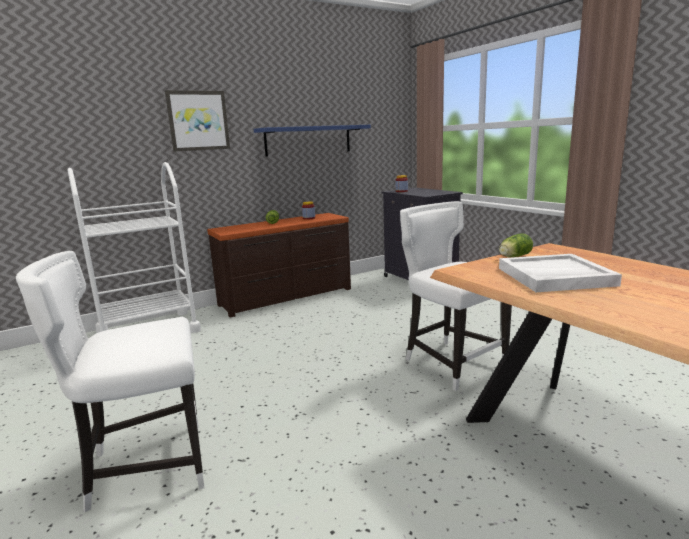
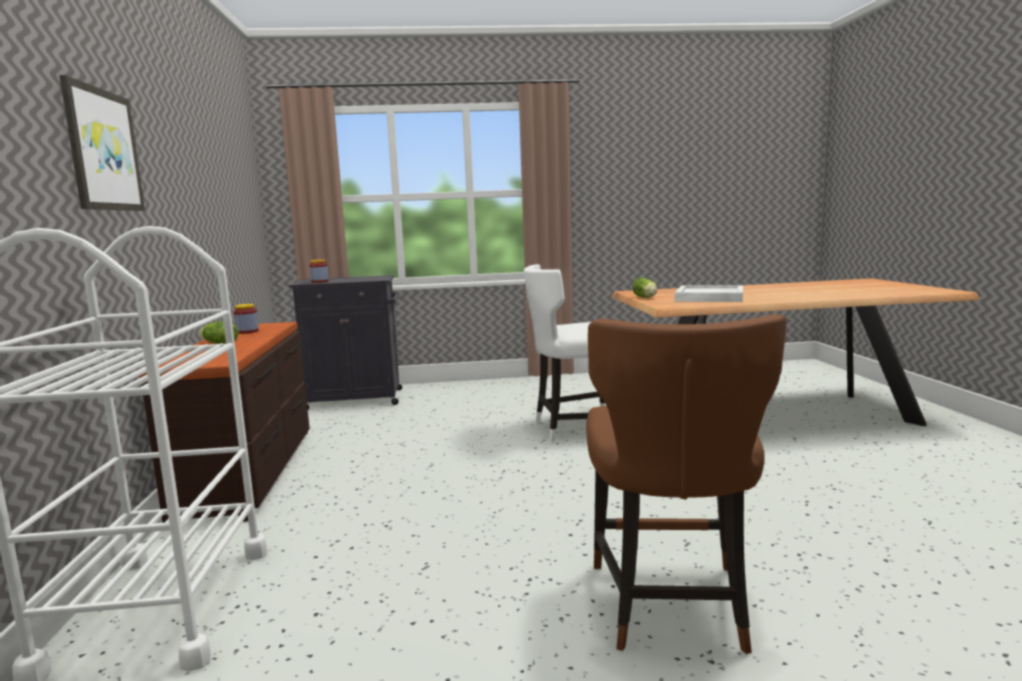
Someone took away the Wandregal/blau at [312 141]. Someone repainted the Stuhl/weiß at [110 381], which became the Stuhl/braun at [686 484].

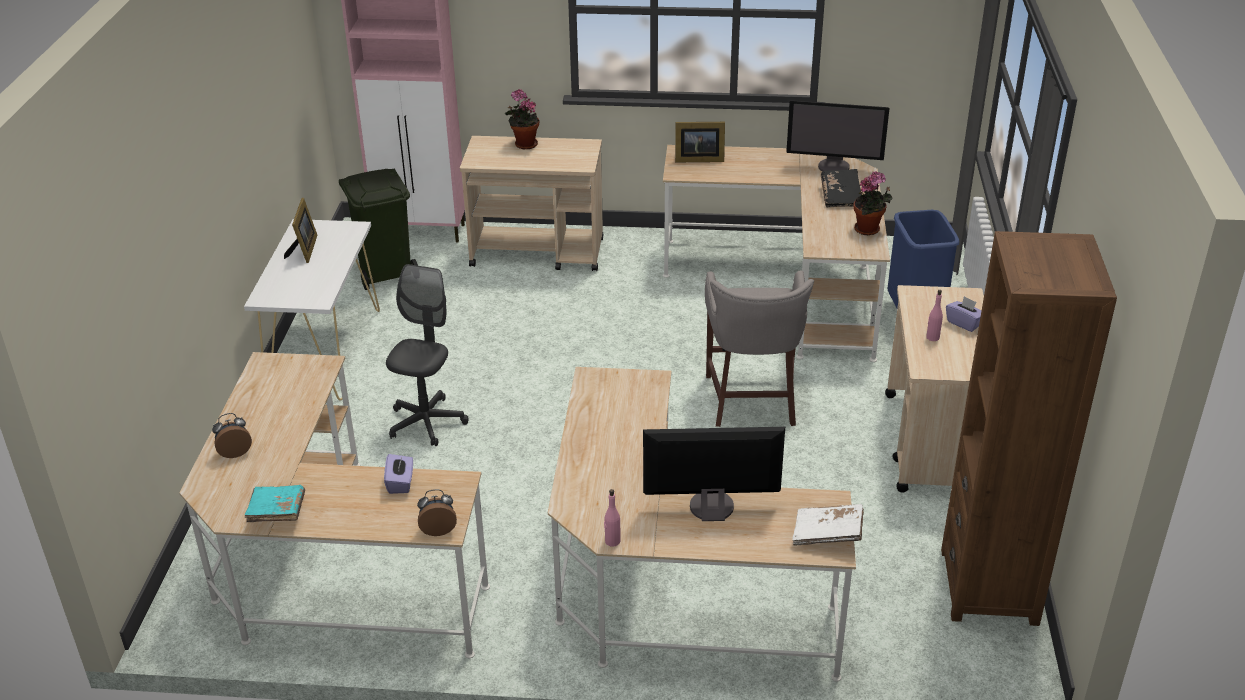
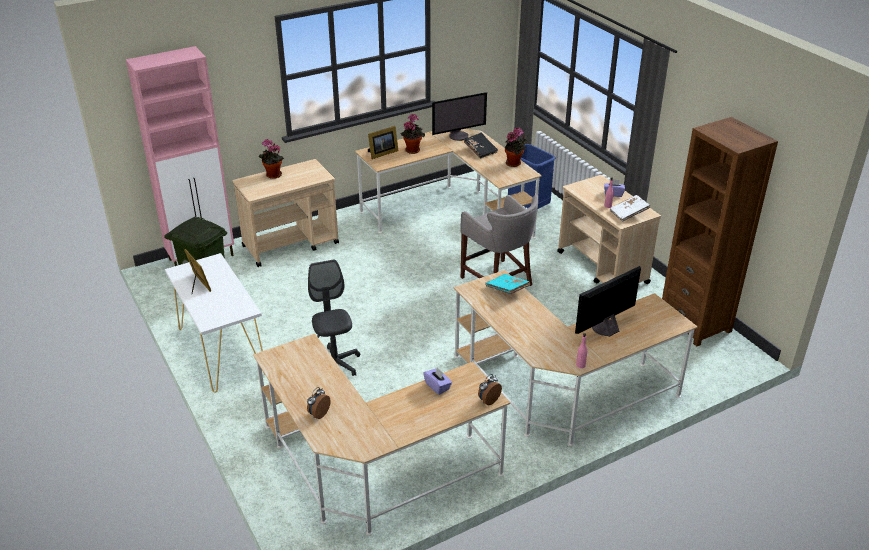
Someone carried the Buch/türkis from [275 503] to [507 284]. Someone carried the Buch/weiß from [828 525] to [630 208]. Someone put down the Topfpflanze at [413 134].

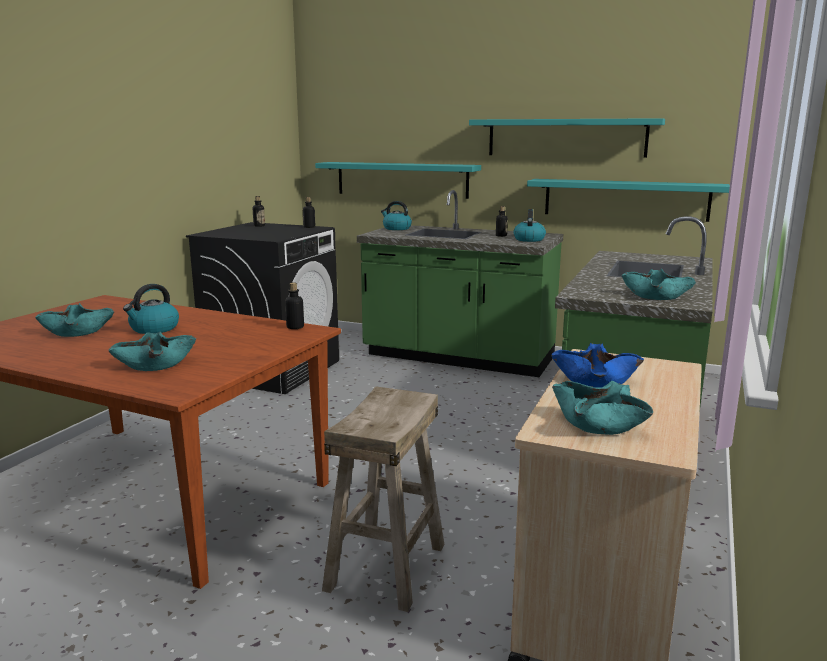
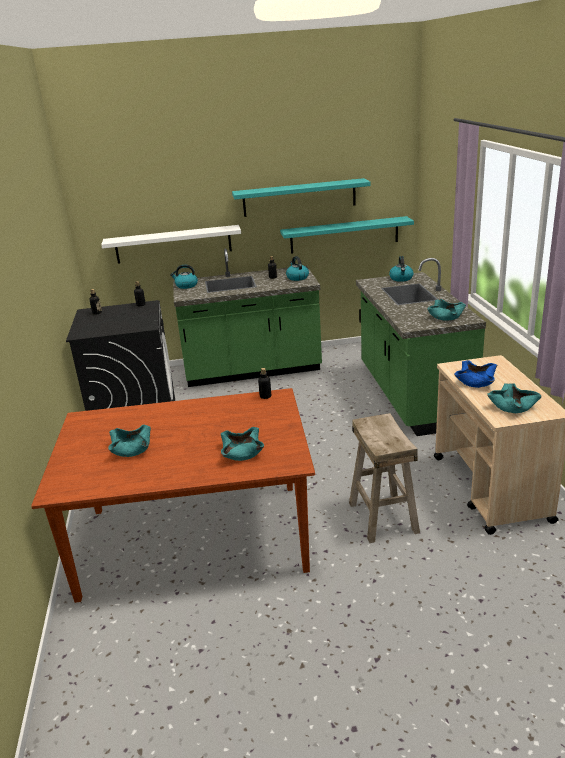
Someone repainted the Wandregal/türkis at [398 180], which became the Wandregal/weiß at [171 244]. Someone carried the Wasserkessel from [151 309] to [401 269].

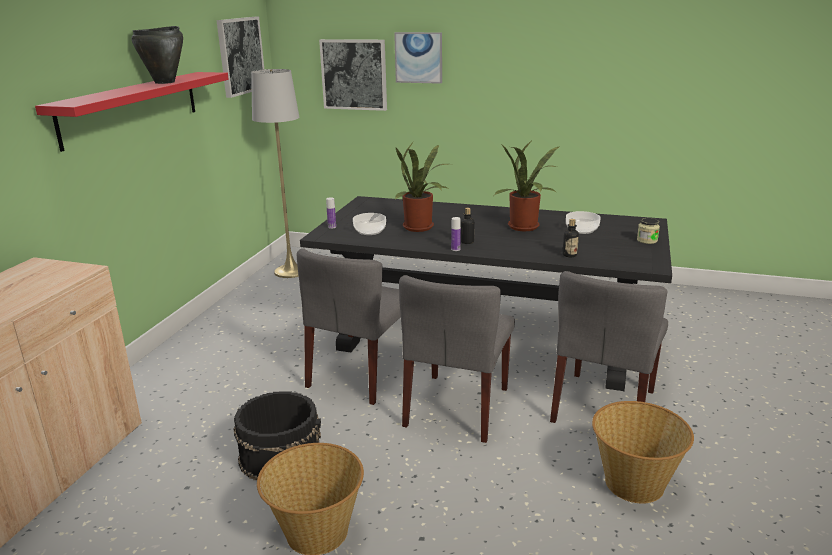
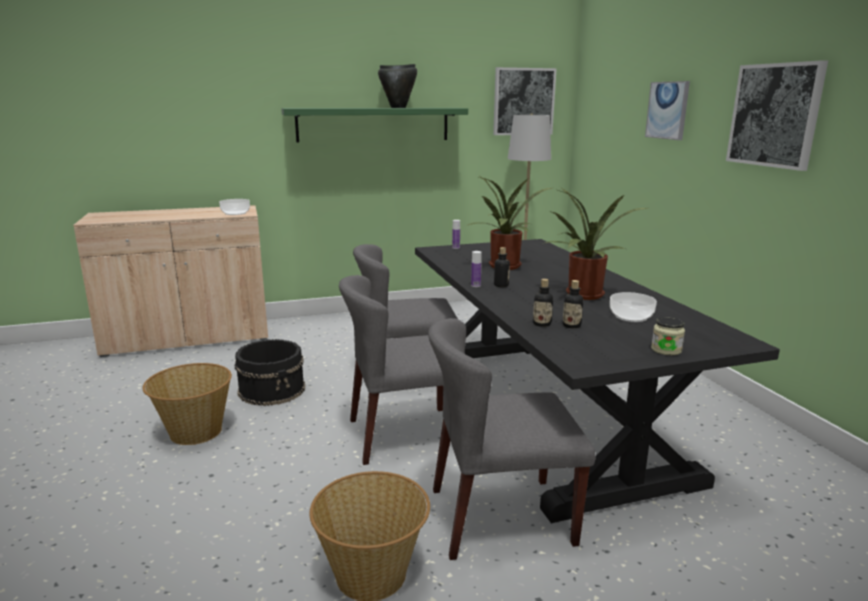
Someone carried the Bild from [353 75] to [777 115]. Someone repainted the Wandregal/rot at [132 112], which became the Wandregal/grün at [374 125]. Someone carried the Schüssel from [369 224] to [234 207]. Someone put down the Flasche at [573 304].

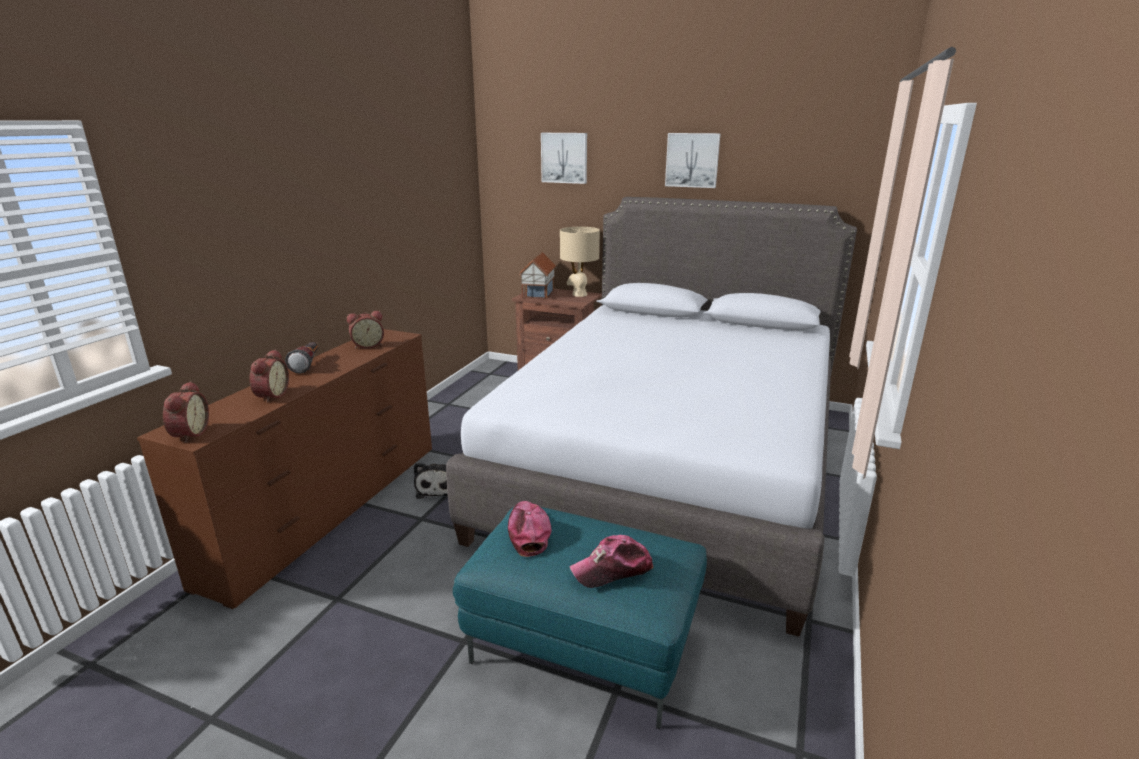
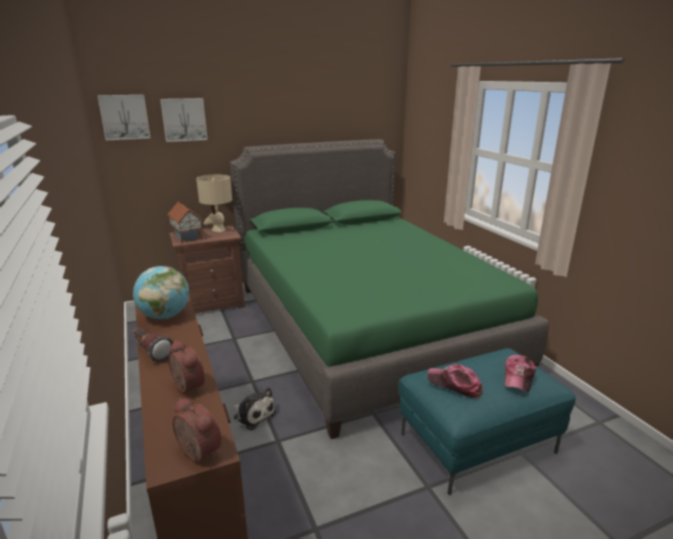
Someone carried the Bild from [693 160] to [124 117]. Someone repainted the Bett/grau at [651 417], which became the Bett/grün at [389 289]. Someone swapped the Wecker at [365 330] for the Globus at [161 292].

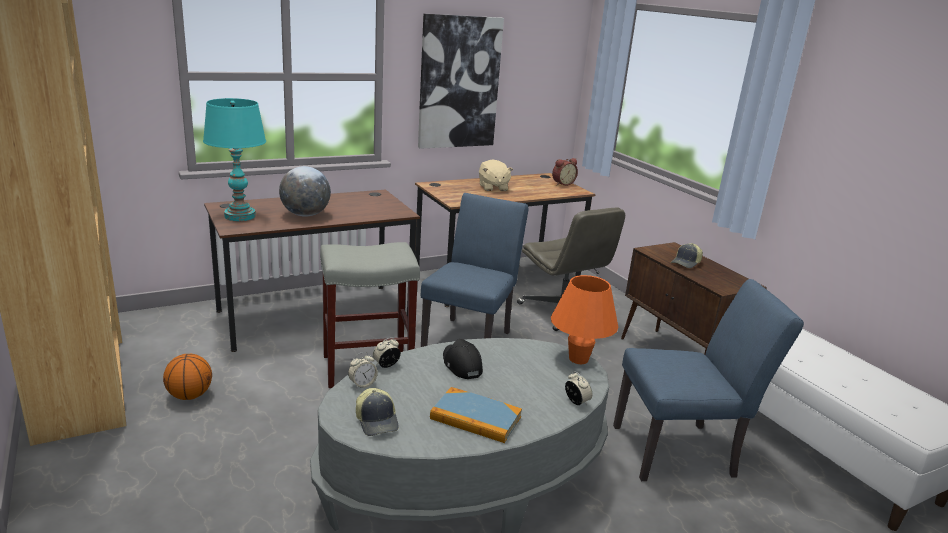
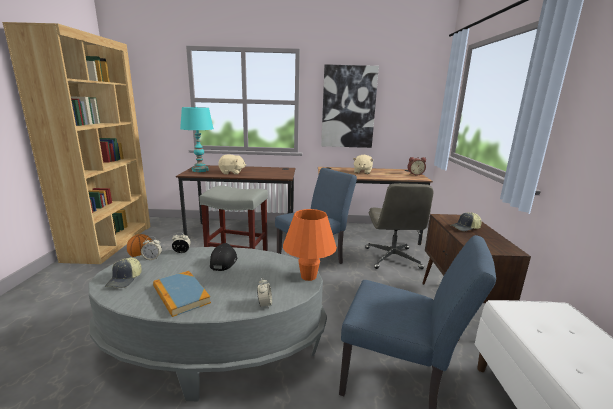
Someone swapped the Globus at [305 191] for the Plüschtier/beige at [232 164].

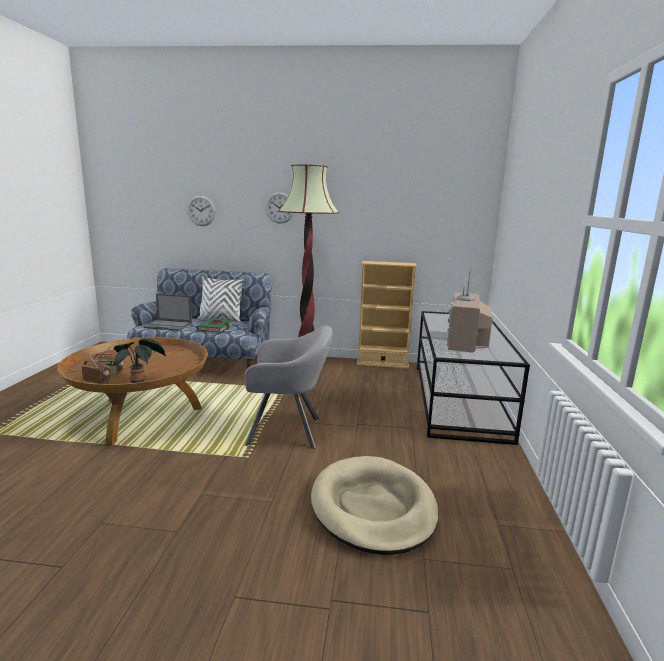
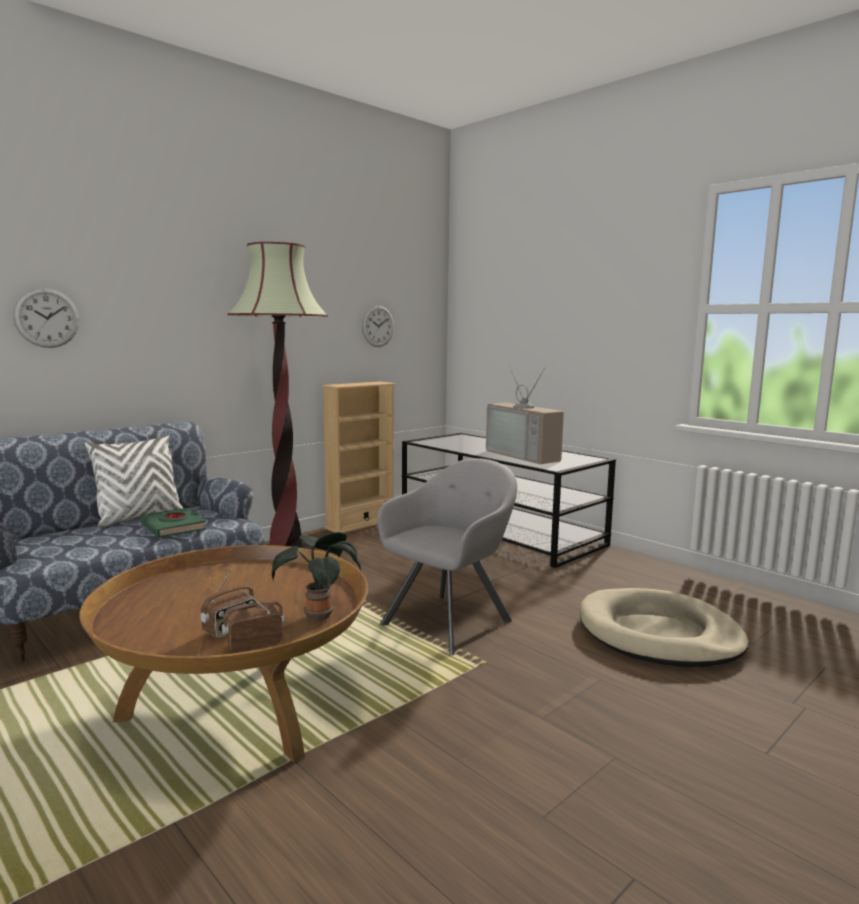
Someone carried the Wanduhr from [279 208] to [378 326]. Someone took away the Laptop at [168 312].

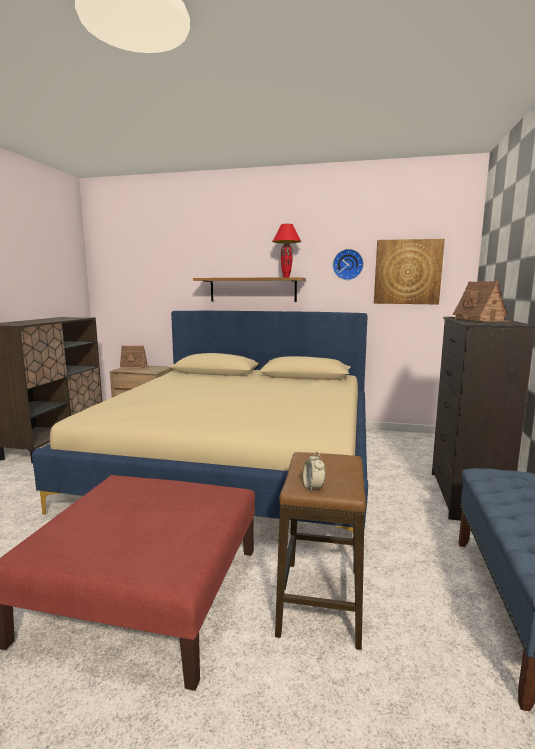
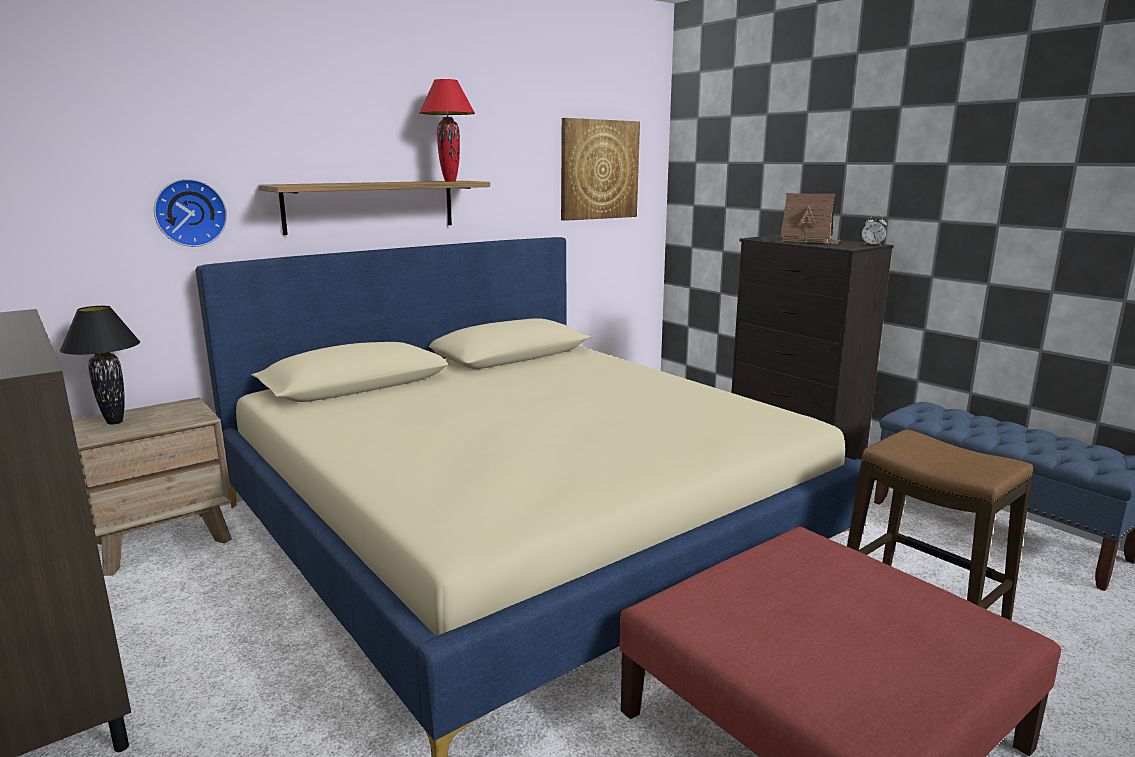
Someone carried the Wanduhr from [348 264] to [190 213]. Someone swapped the Spielzeughaus at [135 358] for the Tischlampe/schwarz at [100 365]. Someone carried the Wecker from [314 472] to [874 230].

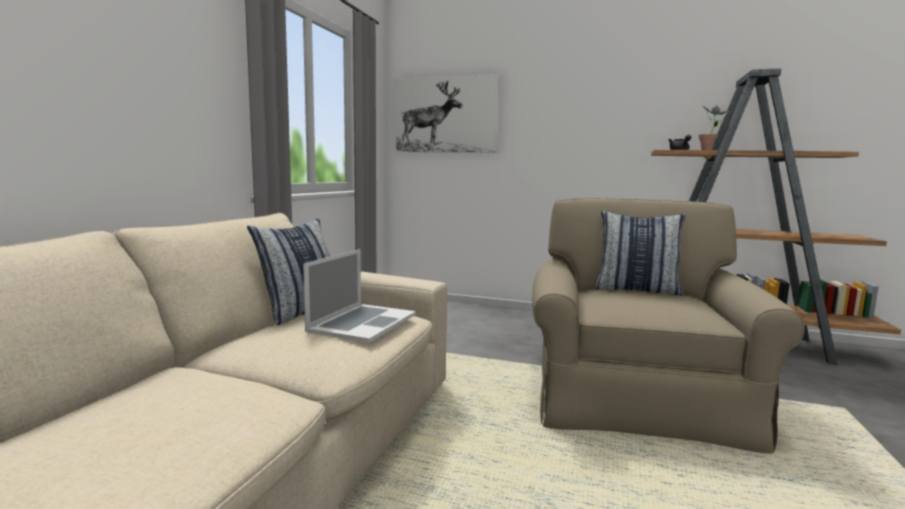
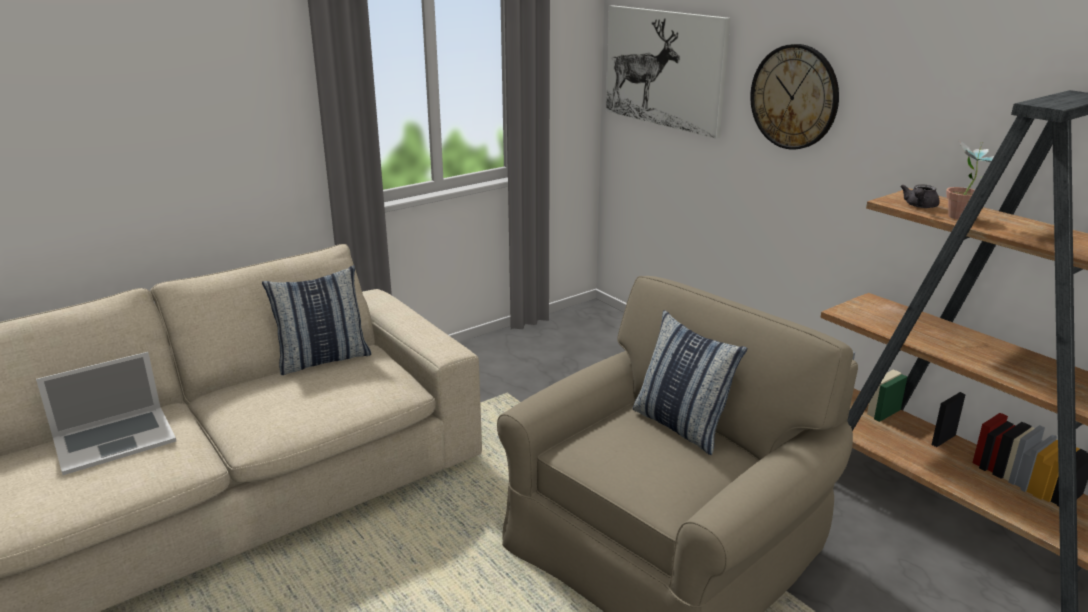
Someone carried the Laptop from [359 296] to [106 413]. Someone put up the Wanduhr at [794 97].

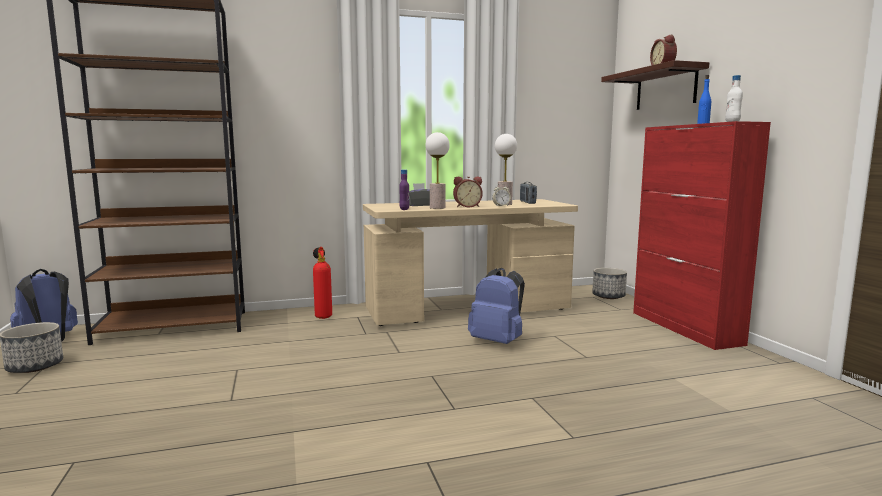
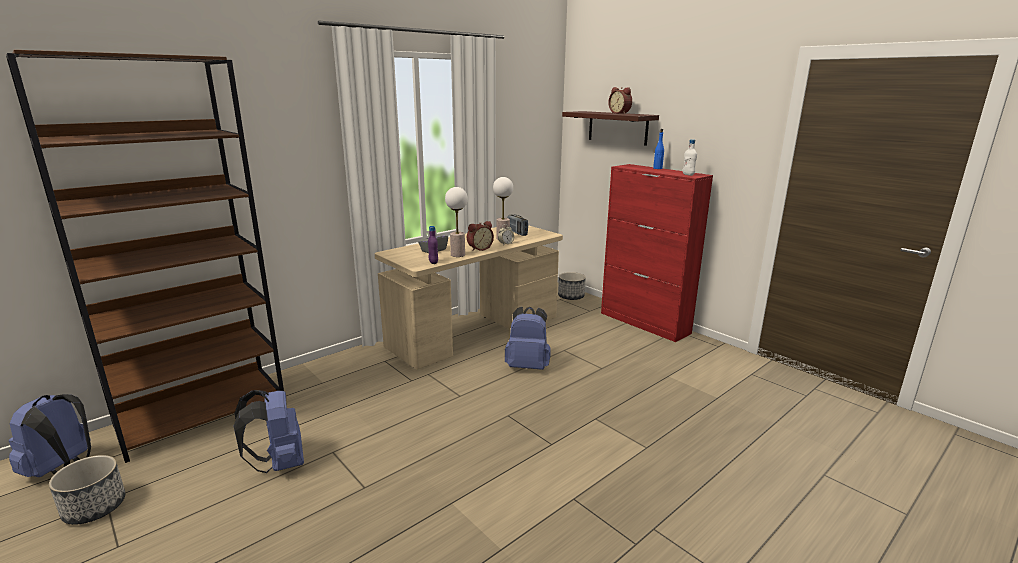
Someone took away the Feuerlöscher at [322 283]. Someone put down the Rucksack/blau at [268 431].

